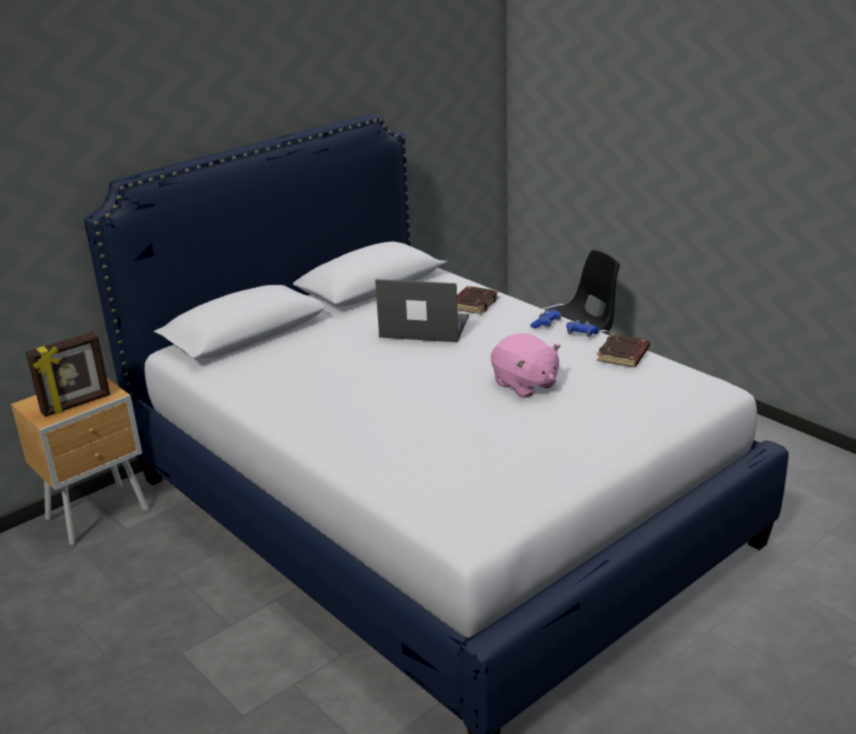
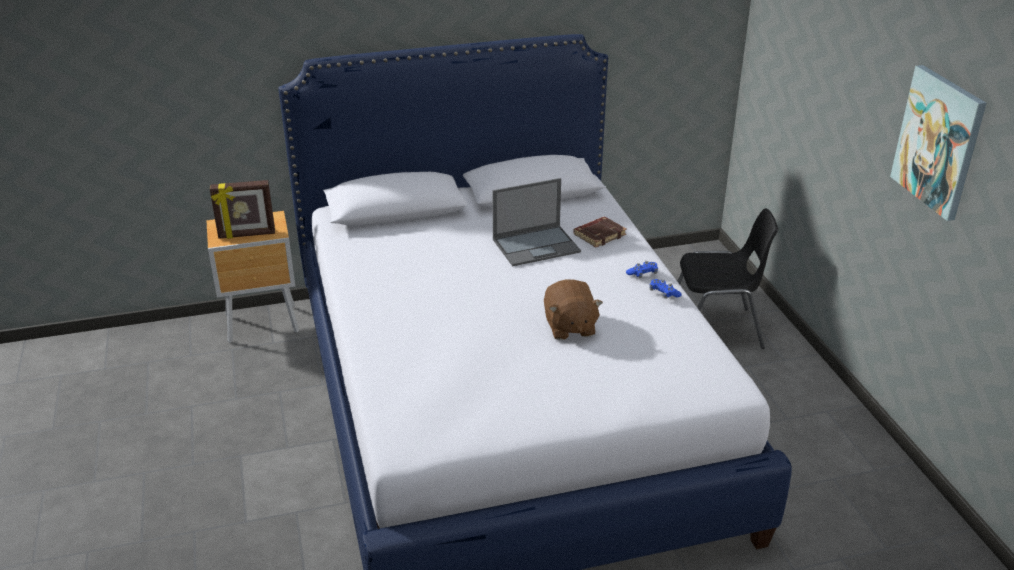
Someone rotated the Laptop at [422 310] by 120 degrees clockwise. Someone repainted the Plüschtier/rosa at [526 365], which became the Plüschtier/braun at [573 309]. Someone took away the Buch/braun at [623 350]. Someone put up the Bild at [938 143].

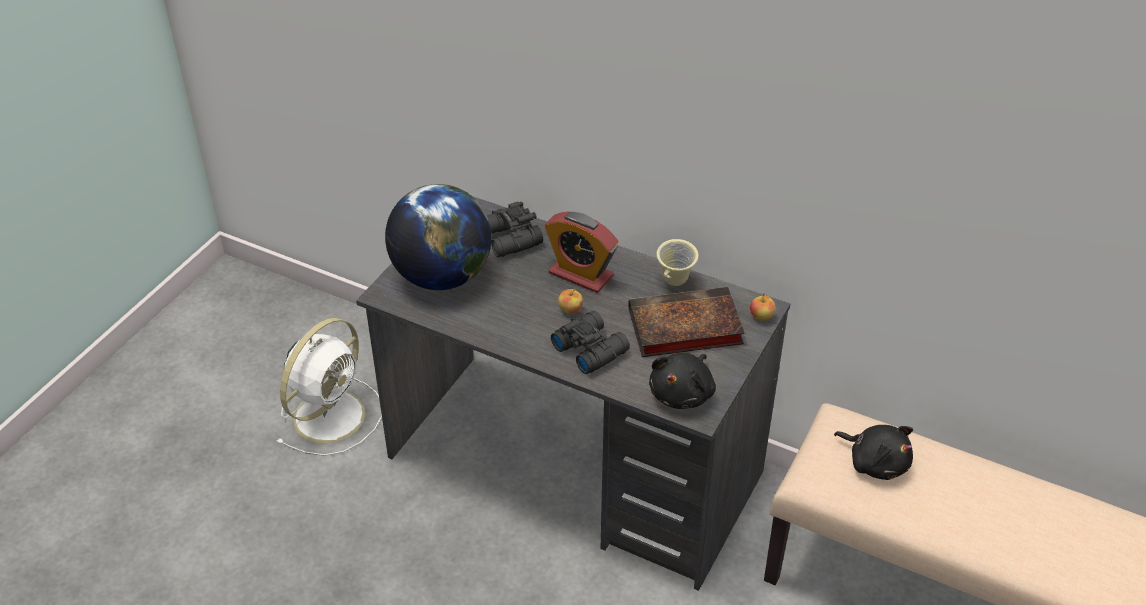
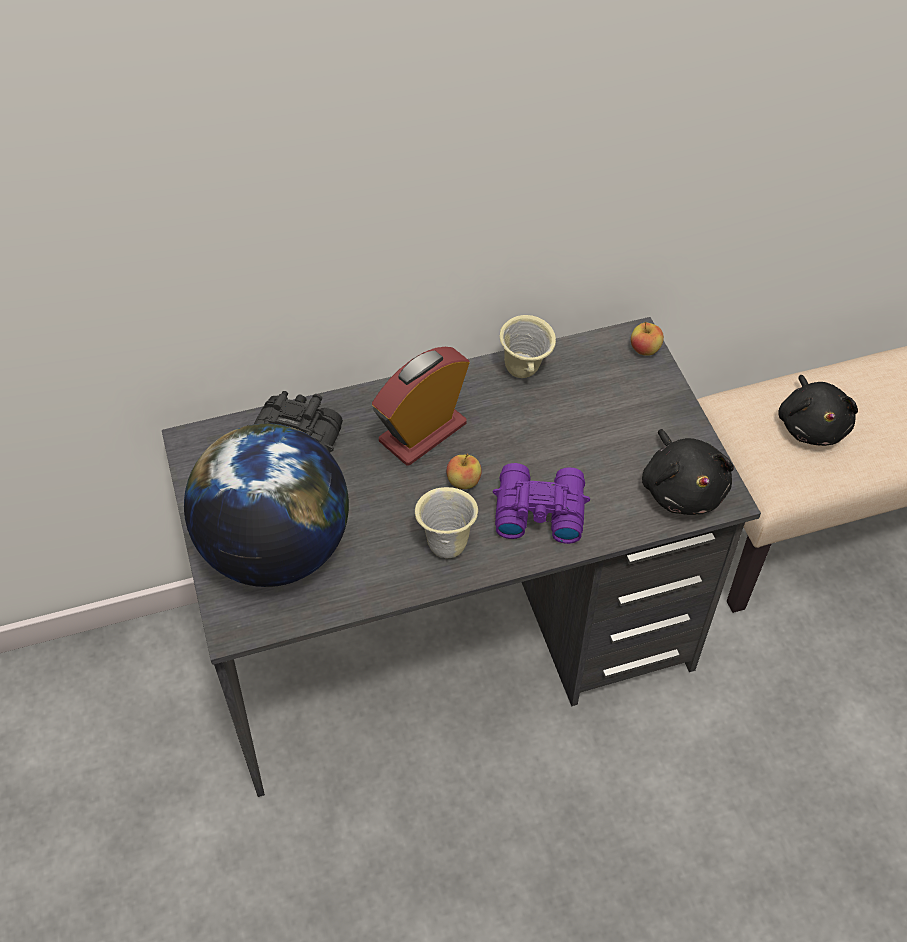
Someone rotated the Wecker at [582 252] by 150 degrees clockwise. Someone took away the Buch at [687 322]. Someone repainted the Fernglas/schwarz at [590 342], which became the Fernglas/lila at [541 503]. Someone took away the Ventilator/weiß at [329 387]. Someone rotated the Plüschtier/schwarz at [873 452] by 90 degrees clockwise. Someone put down the Henkelbecher/beige at [446 522].

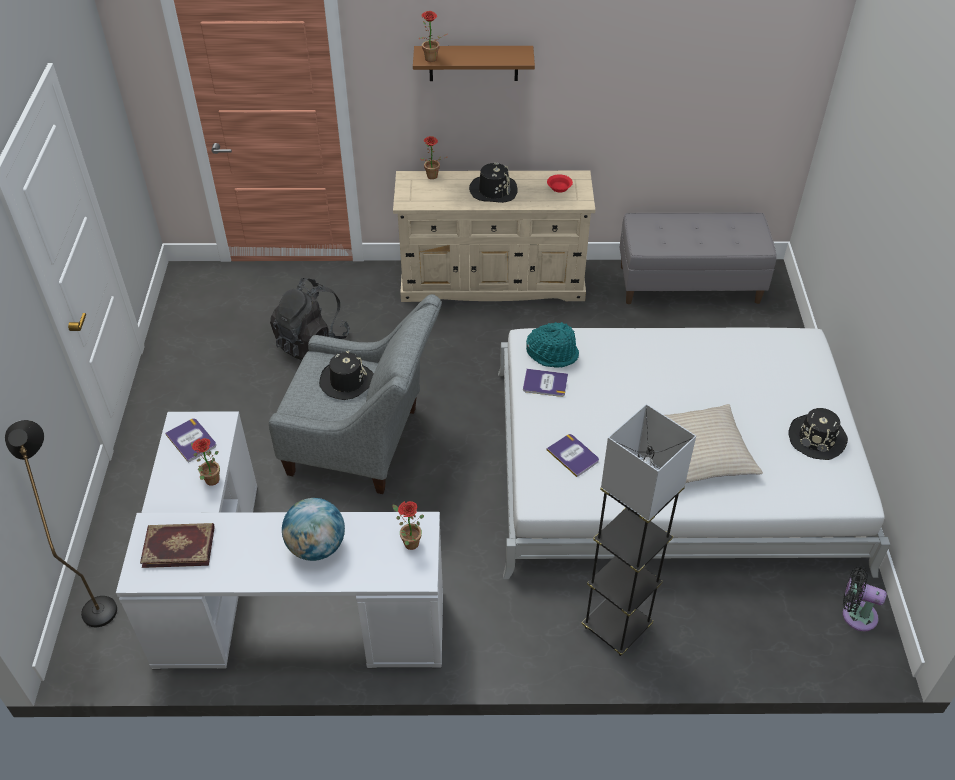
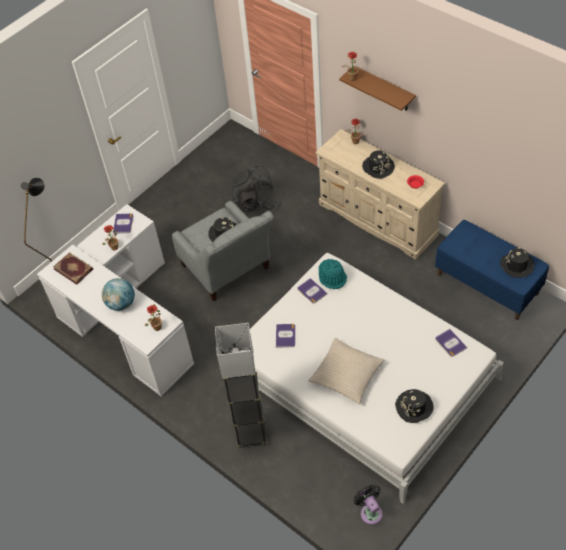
Someone repainted the Bank/grau at [698 258], which became the Bank/blau at [492 270]. Someone put down the Hut/schwarz at [517 263]. Someone put down the Buch at [451 343].

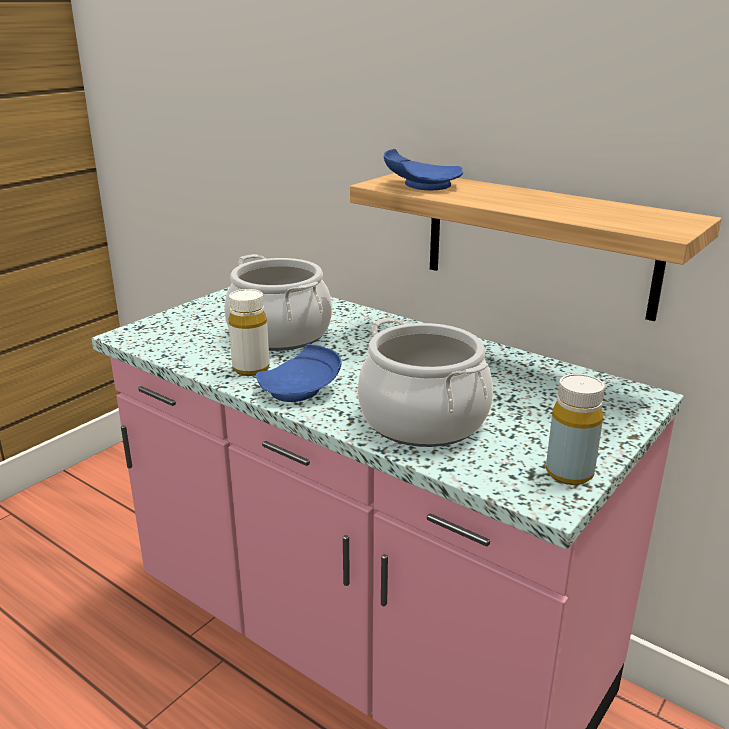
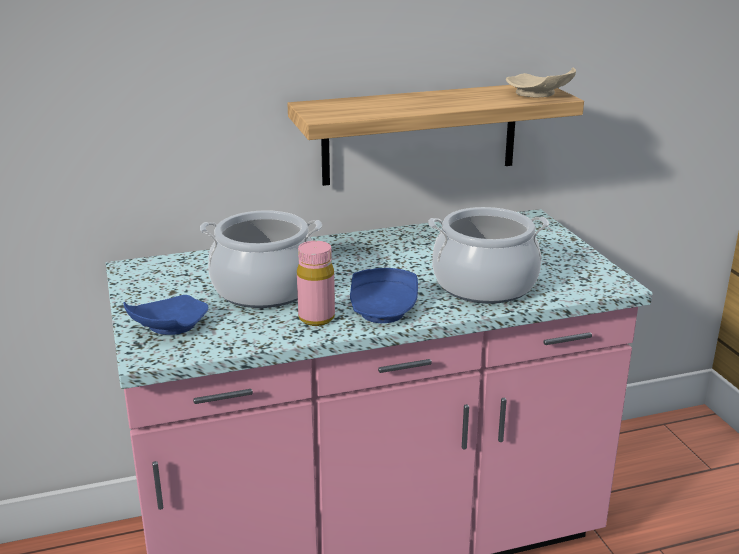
Someone carried the Teller/blau from [423 170] to [165 315]. Someone repainted the Flasche/weiß at [249 332], which became the Flasche/rosa at [316 283]. Someone took away the Flasche/gelb at [575 429]. Someone put down the Teller/beige at [541 82].

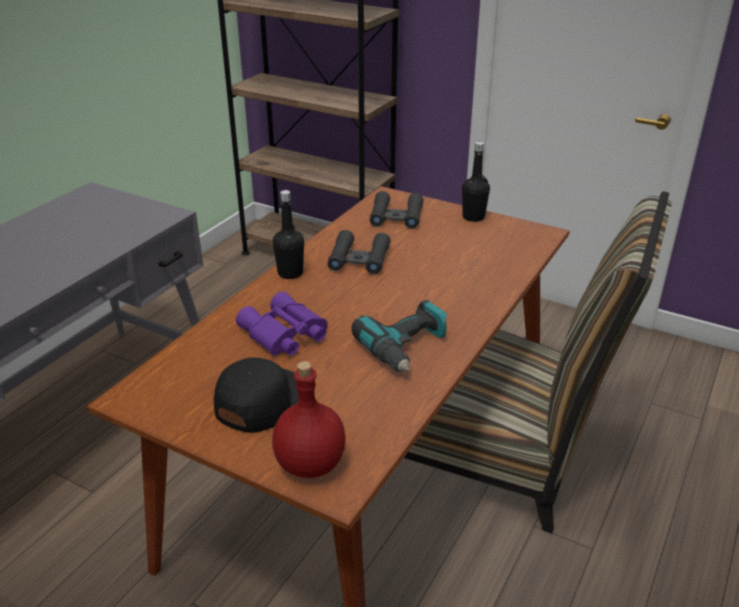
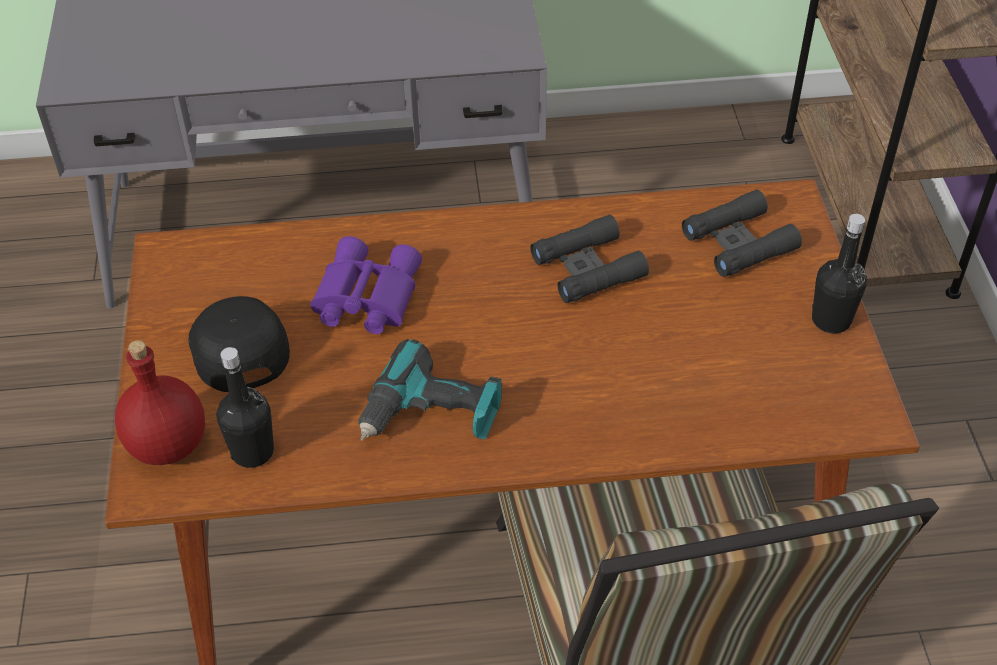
Someone carried the Flasche/schwarz from [288 234] to [245 407]. Someone rotated the Kappe/schwarz at [256 395] by 105 degrees counterclockwise.

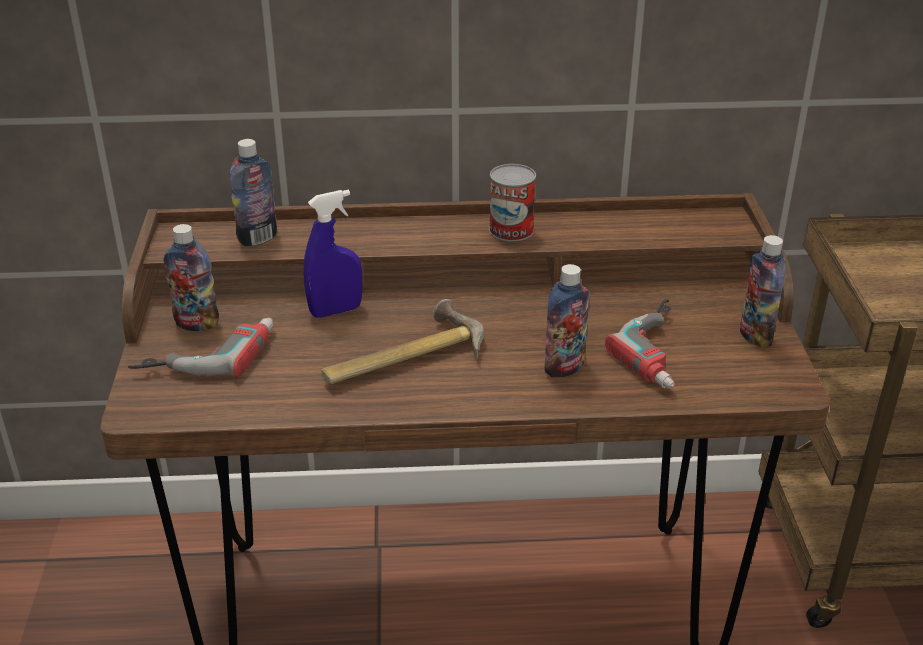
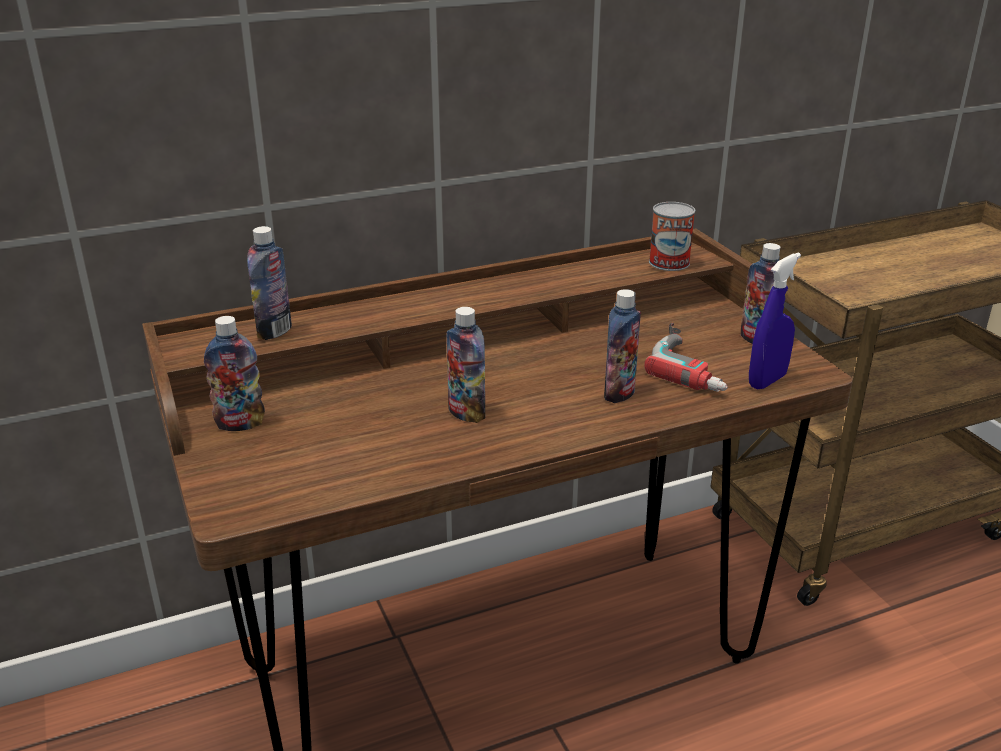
Someone carried the Dose from [512 203] to [672 236]. Someone carried the Sprühflasche/blau from [333 254] to [775 321]. Someone swapped the Hammer at [402 342] for the Flasche at [465 365]. Someone took away the Bohrmaschine at [200 348].

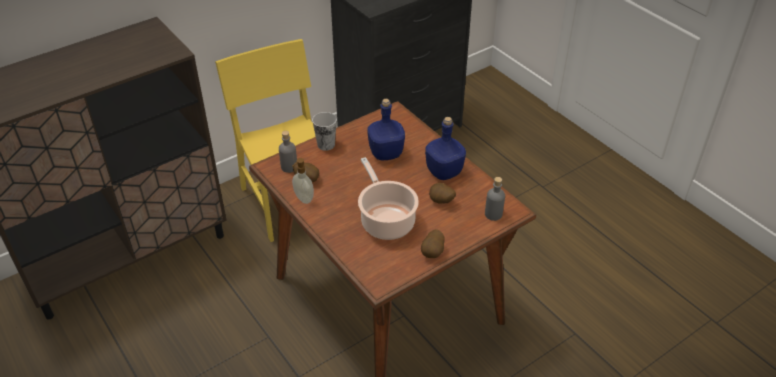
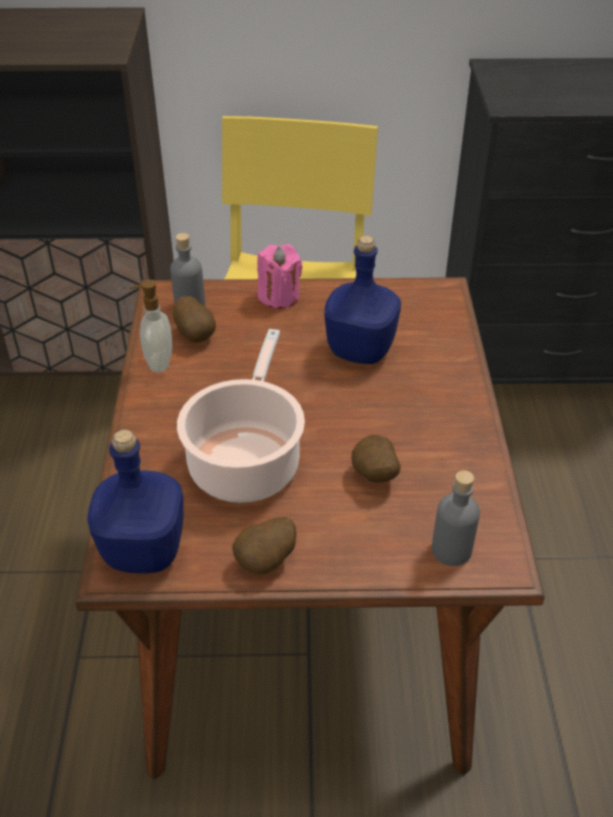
Someone swapped the Tasse at [324 131] for the Kerze/rosa at [280 276]. Someone carried the Flasche/blau from [445 148] to [135 501].

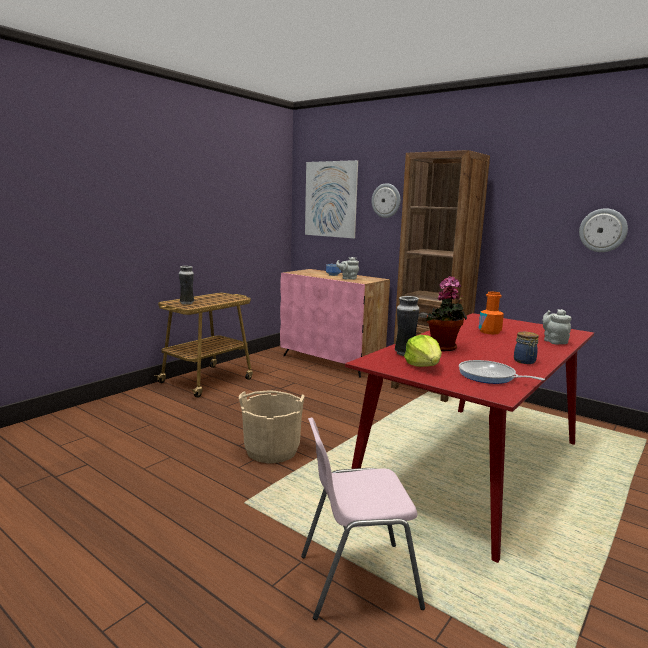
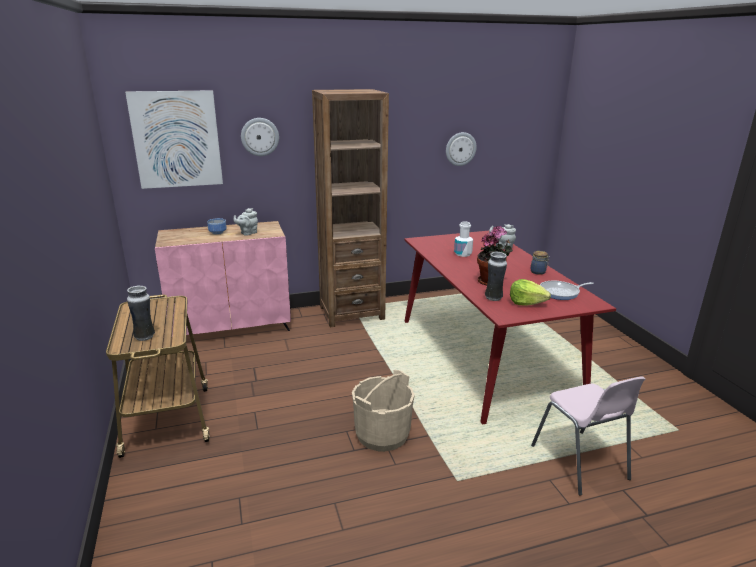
Someone repainted the Flasche/orange at [491 313], which became the Flasche/weiß at [463 239]. Someone rotated the Stuhl/rosa at [363 518] by 45 degrees counterclockwise.

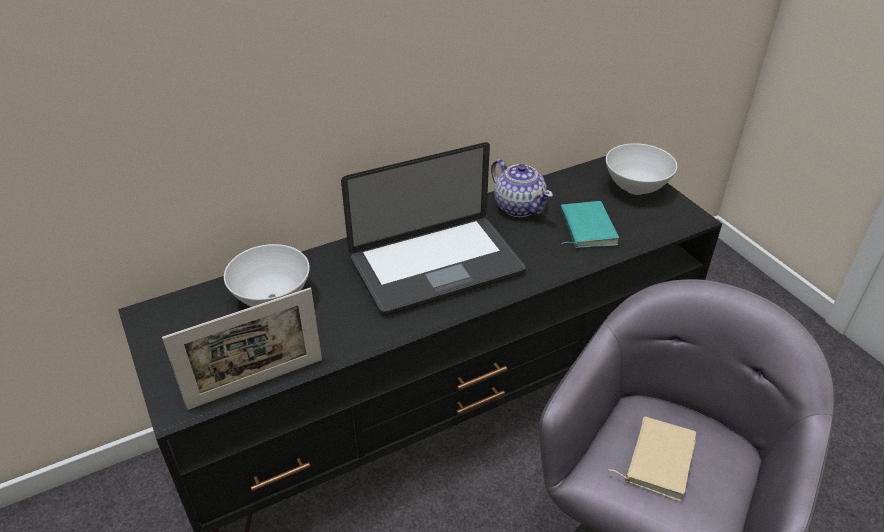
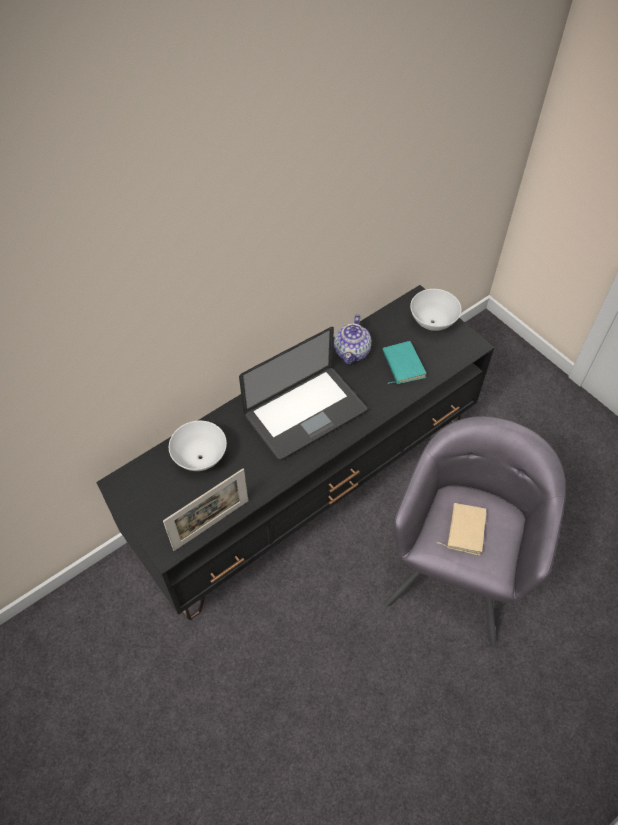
Someone rotated the Teekanne at [522 188] by 60 degrees clockwise.

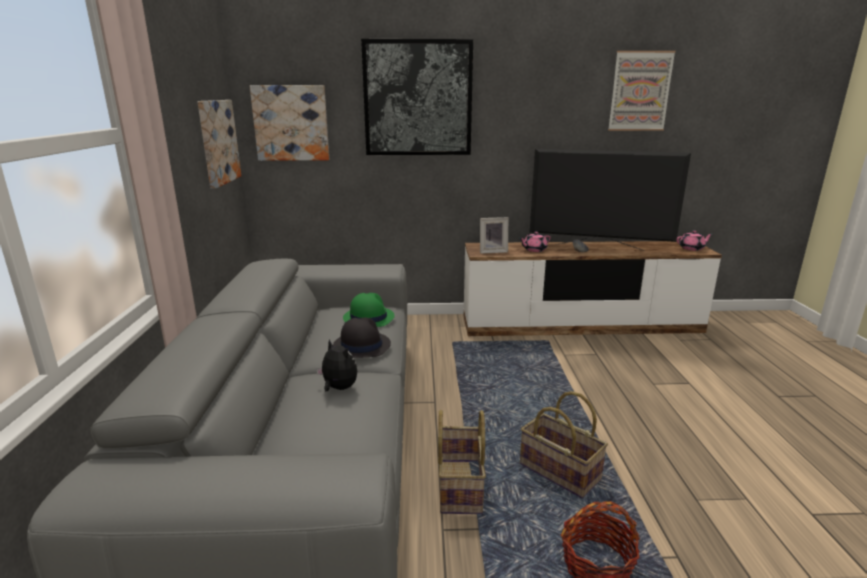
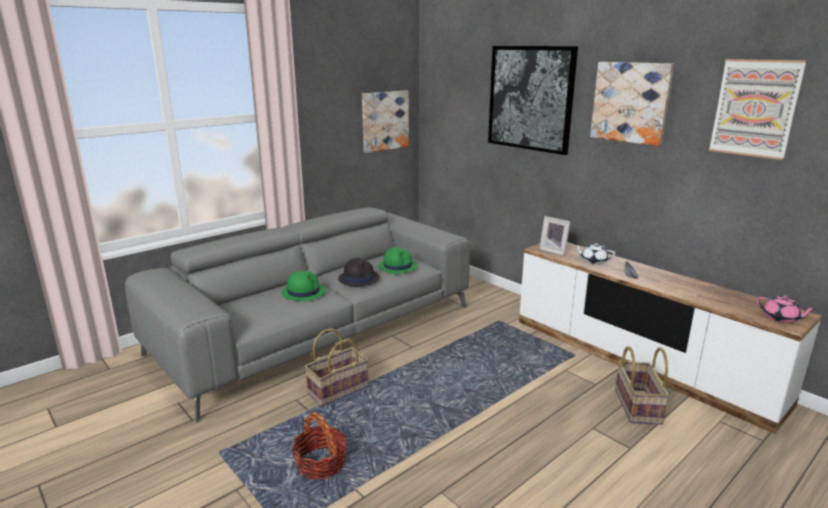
Someone carried the Bild from [289 123] to [632 104]. Someone took away the Fernseher at [610 199]. Someone repainted the Teekanne/rosa at [534 242], which became the Teekanne/weiß at [594 254]. Someone swapped the Plüschtier at [336 365] for the Hut/grün at [303 286]. Someone carried the Korb from [564 444] to [642 385].

